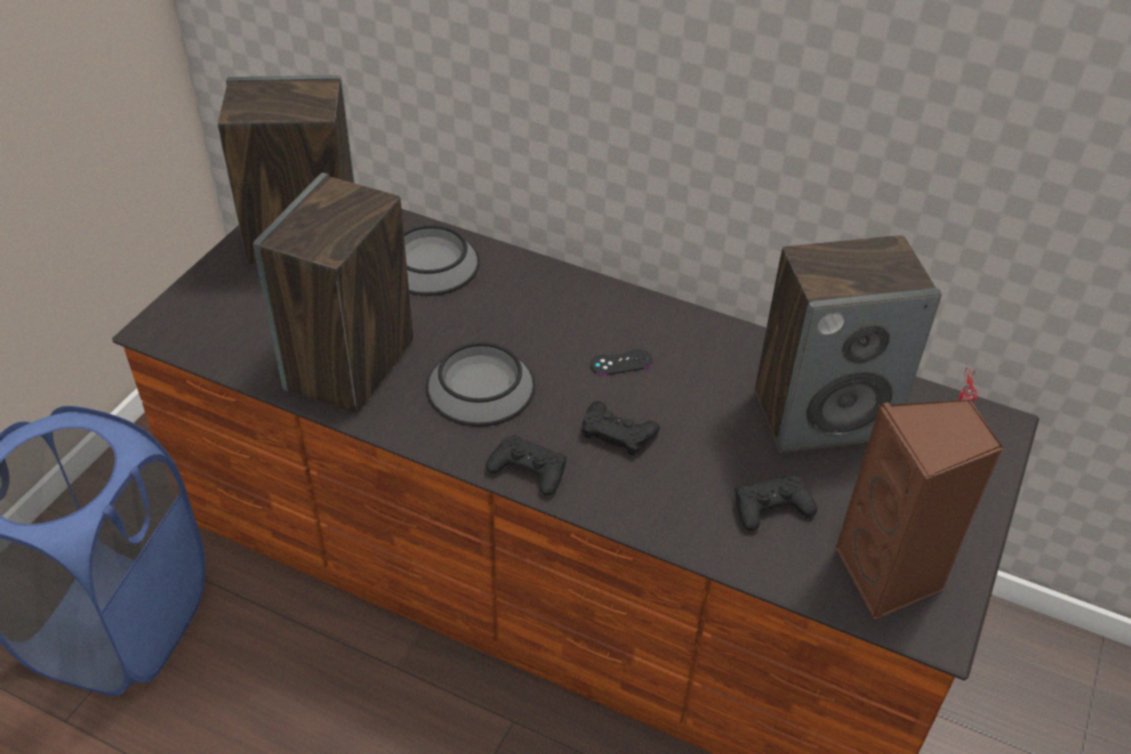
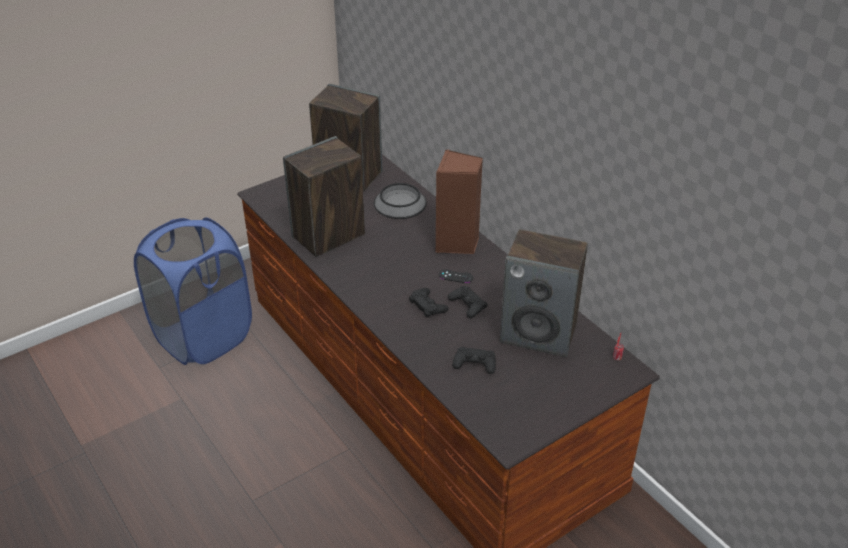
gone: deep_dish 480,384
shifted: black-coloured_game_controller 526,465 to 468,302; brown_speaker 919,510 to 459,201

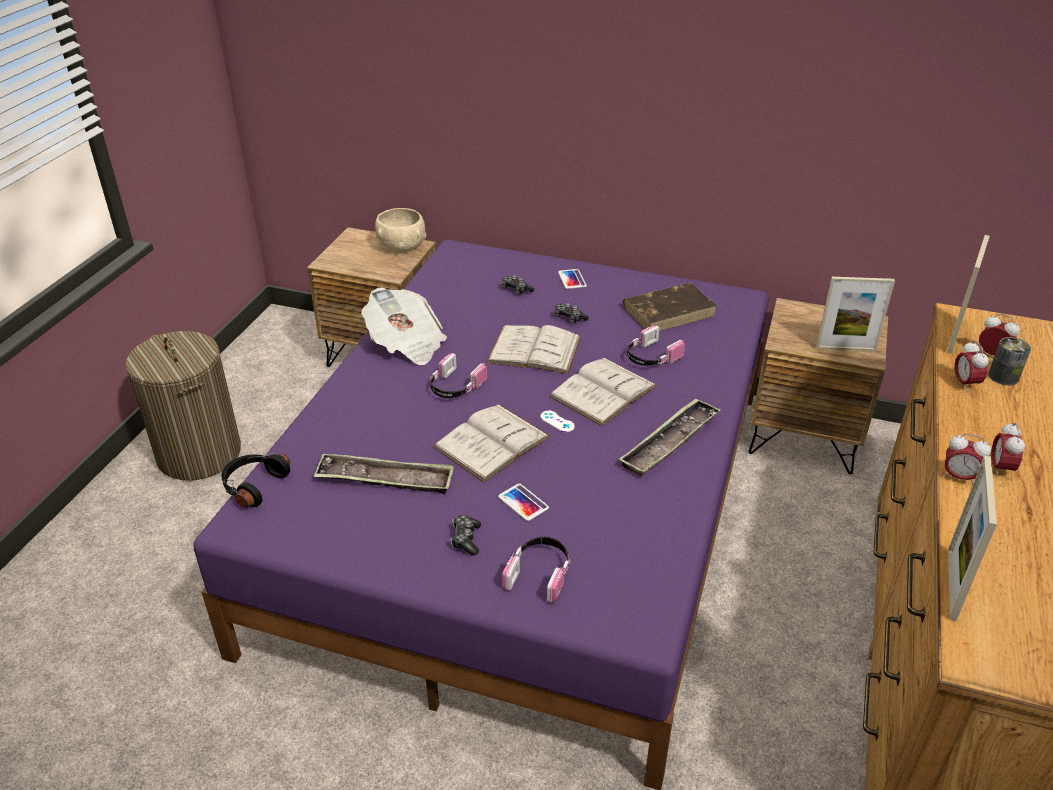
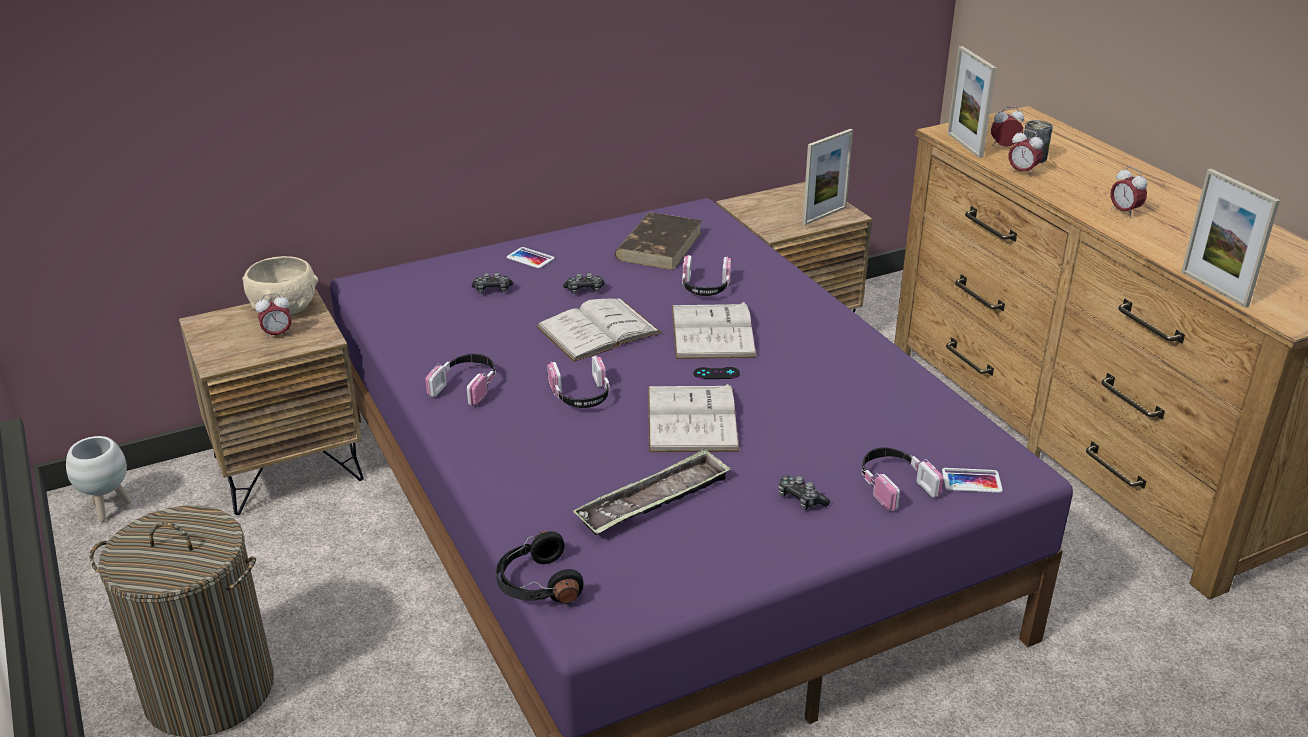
gone: serving_tray 669,437
new: white-coloured_planter 98,479
shifted: handset 523,502 to 972,480; alarm_clock 967,459 to 273,316
swapped: newspaper 404,326 to headset 460,380
repainted: white-coloured_game_controller 557,421 to black-coloured_game_controller 717,373

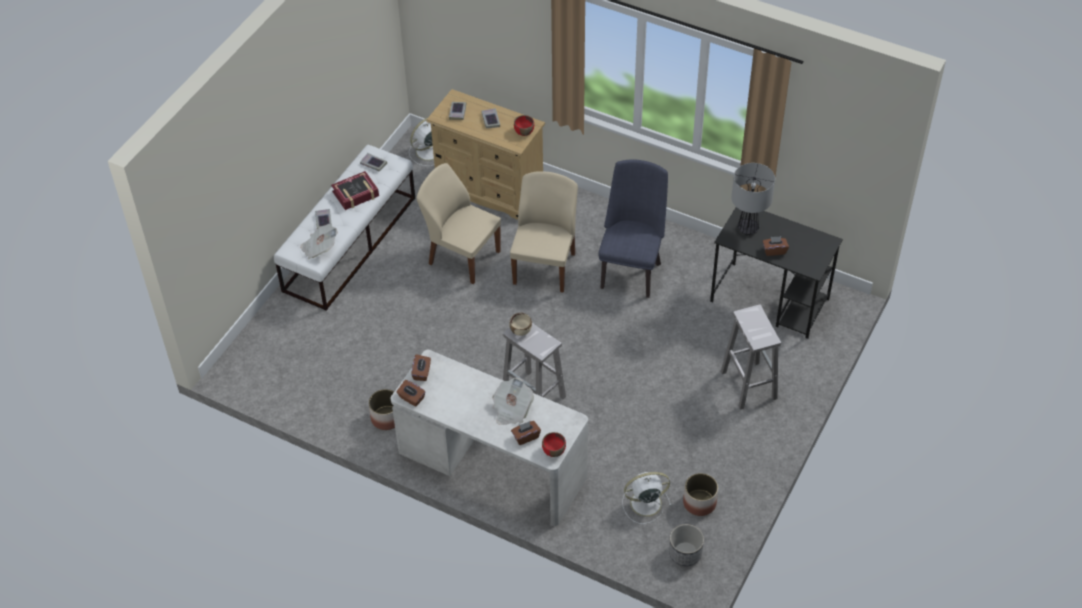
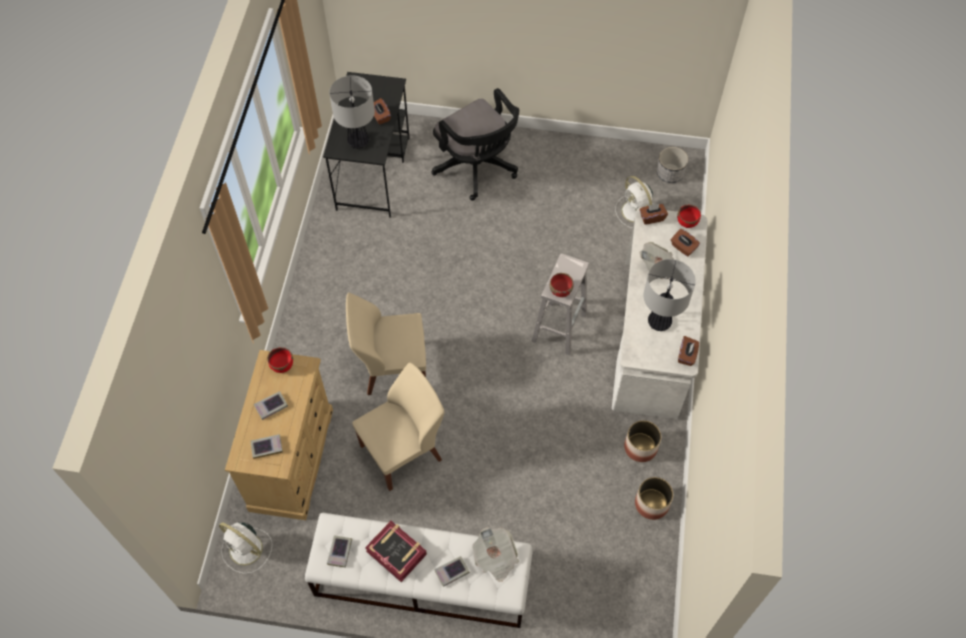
gone: blue-coloured_upright_chair 633,228
new: tabletop_lamp 669,295
shifted: brown_box_of_tissues 421,367 to 653,214; planter 700,494 to 654,498
swapped: white-coloured_stool_seat 751,356 to black-coloured_desk_chair 475,144
repainted: beige-coloured_deep_dish 520,324 to red_deep_dish 561,285
rotated: beige-coloured_upright_chair 459,223 = 398,426 135 degrees counterclockwise

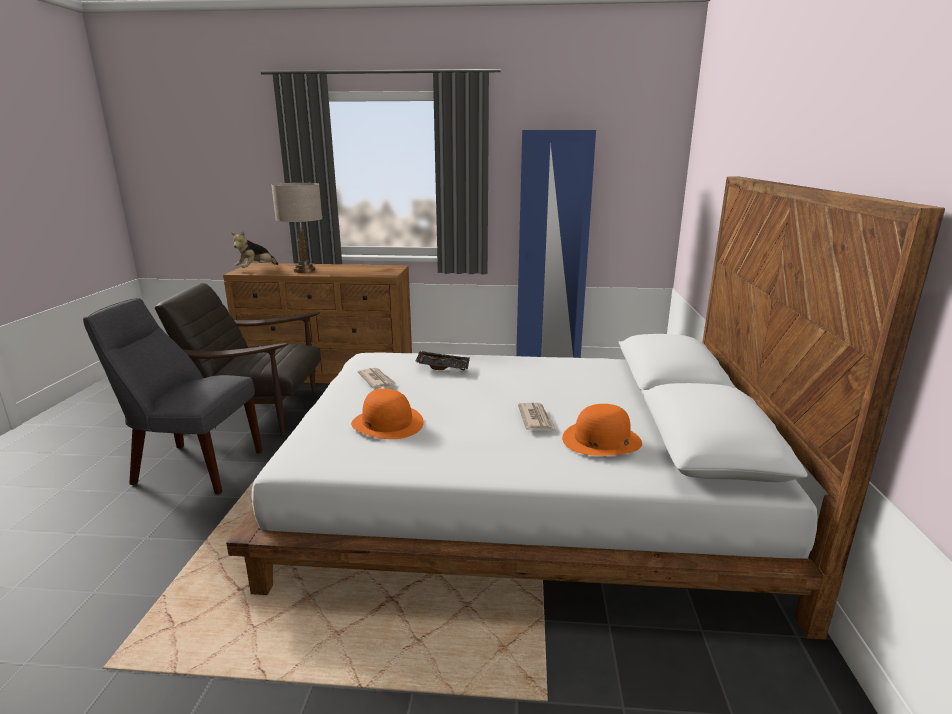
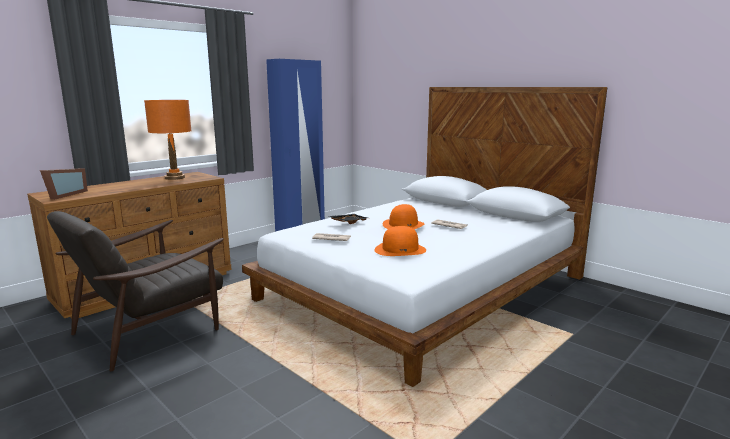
gone: greyish_upright_chair 173,396; beige-coloured_tabletop_lamp 297,228
new: orangey_tabletop_lamp 168,140
shifted: orangey_hat 602,430 to 403,216
swapped: plush_toy 254,249 to standing_frame 64,184

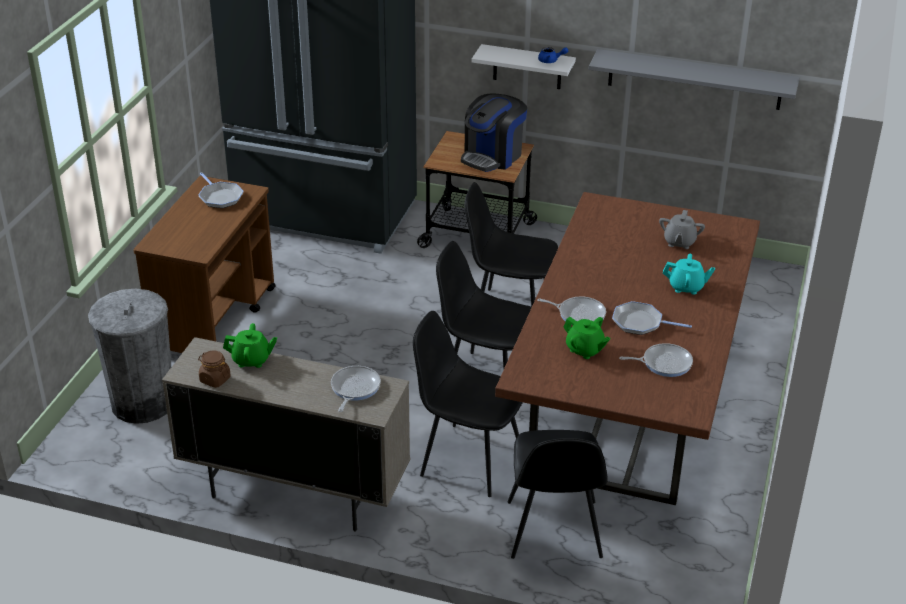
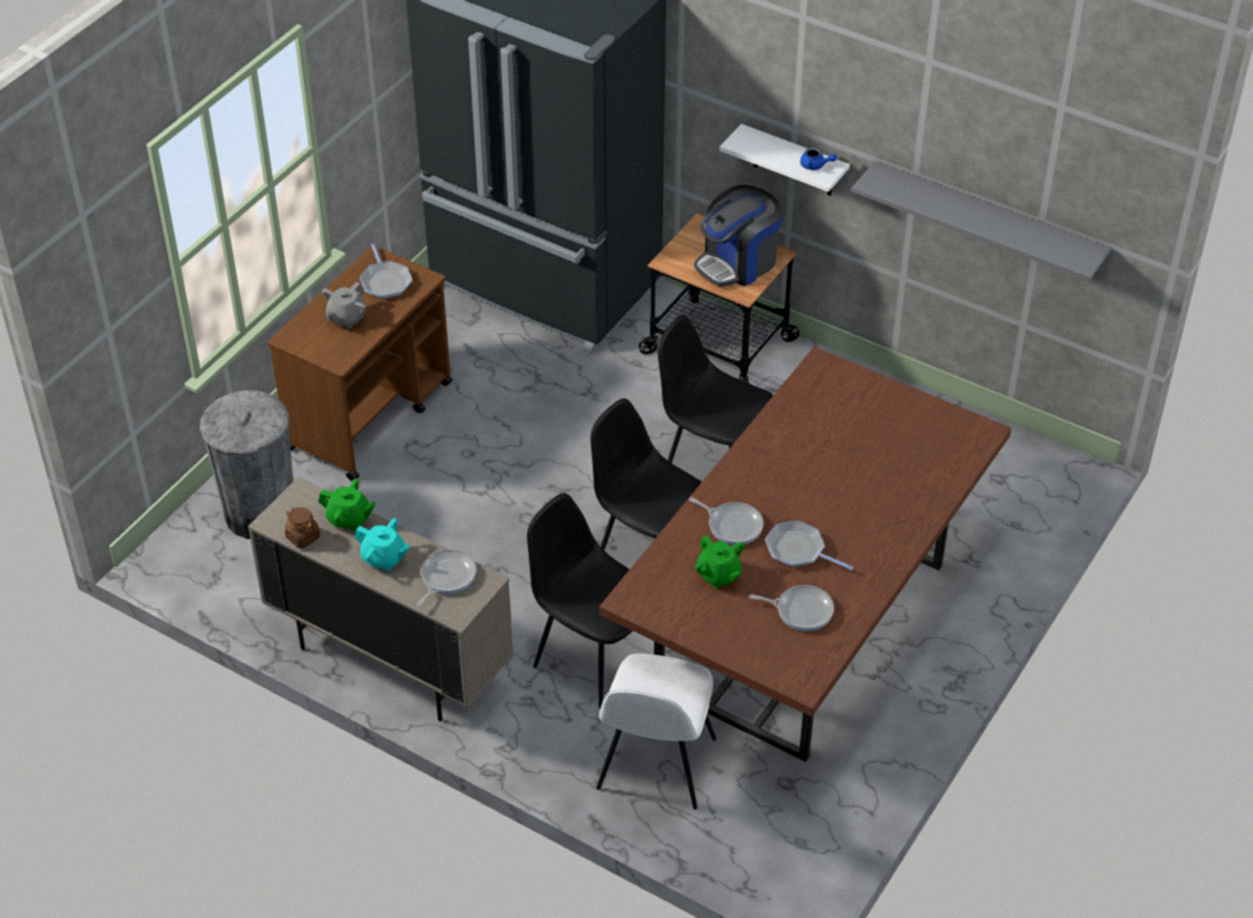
shifted: greyish_tea_pot 682,229 to 344,305; turquoise-coloured_tea_pot 689,274 to 383,544
repainted: black-coloured_upright_chair 557,494 to white-coloured_upright_chair 656,731

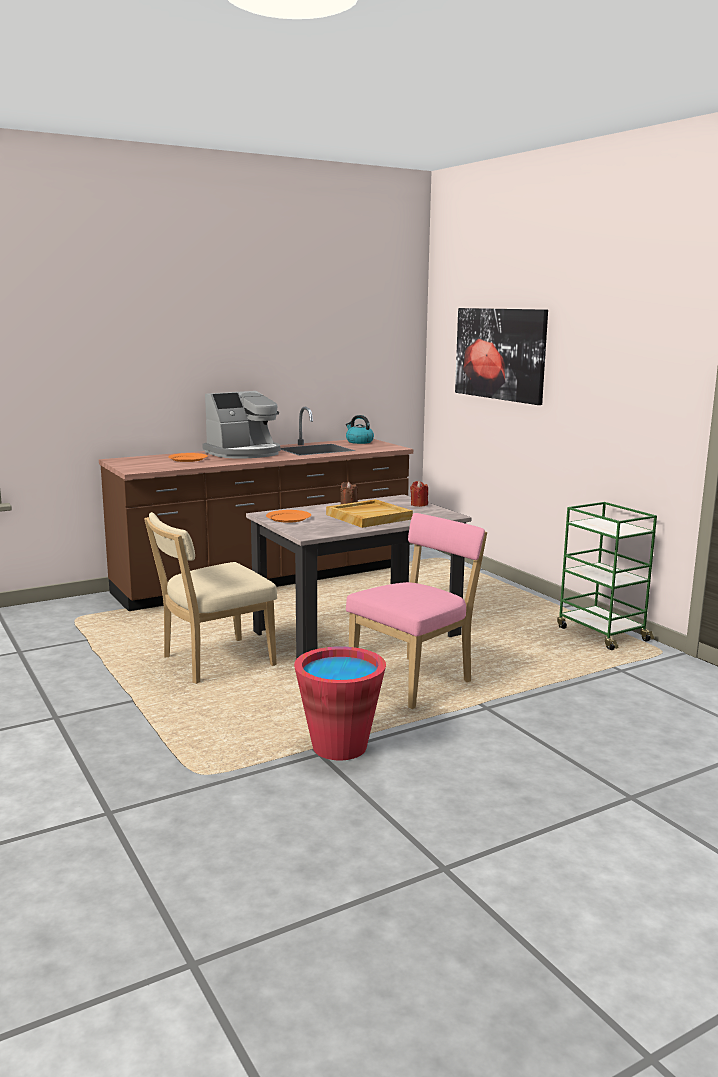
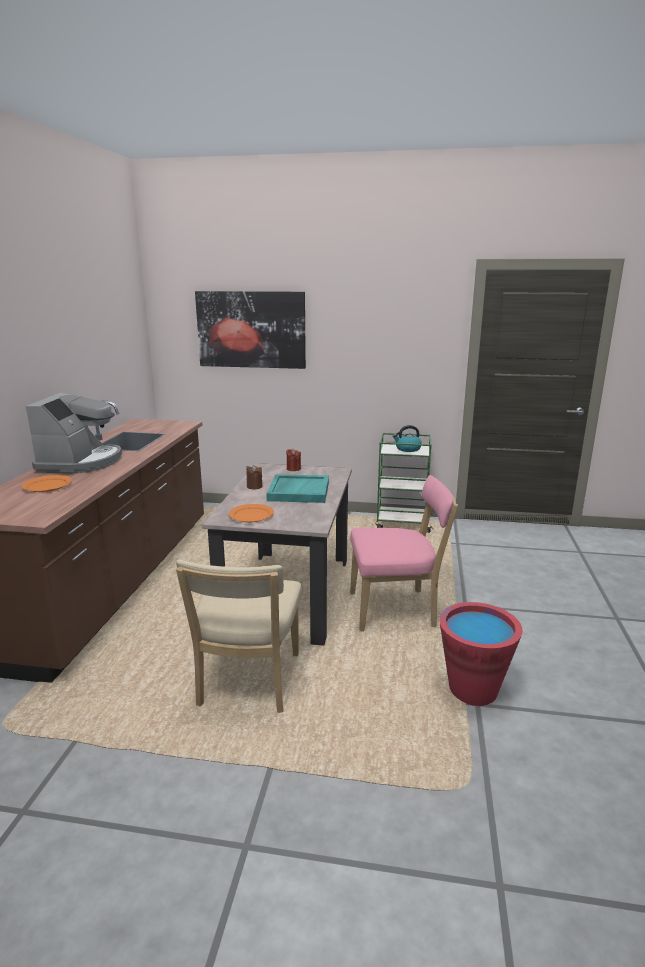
shifted: kettle 360,429 to 407,438
repainted: beige-coloured_serving_tray 369,513 to turquoise-coloured_serving_tray 297,488
rotated: pinkish_upright_chair 416,611 = 404,553 90 degrees clockwise

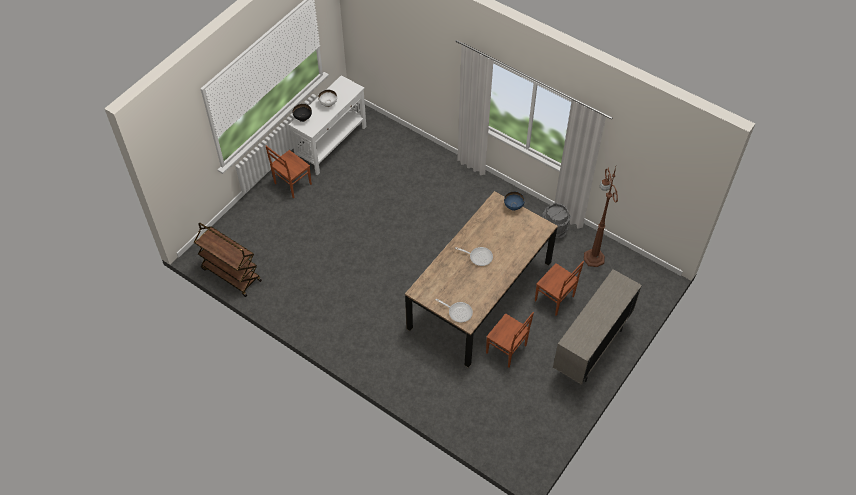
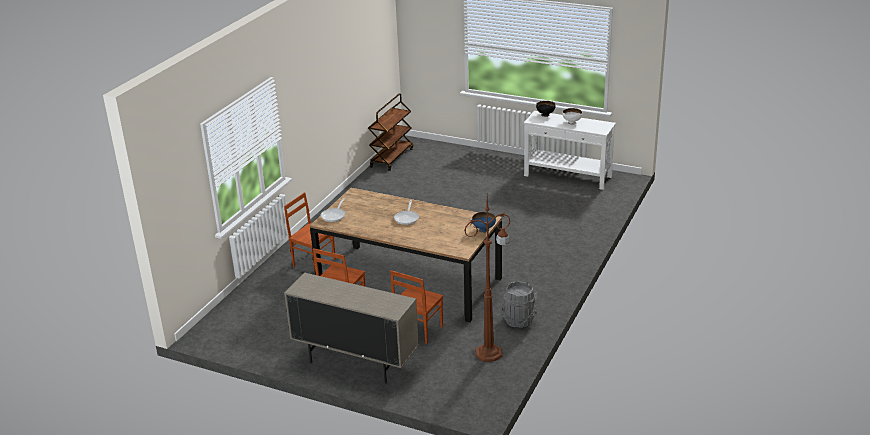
shifted: brown_upright_chair 289,172 to 310,232

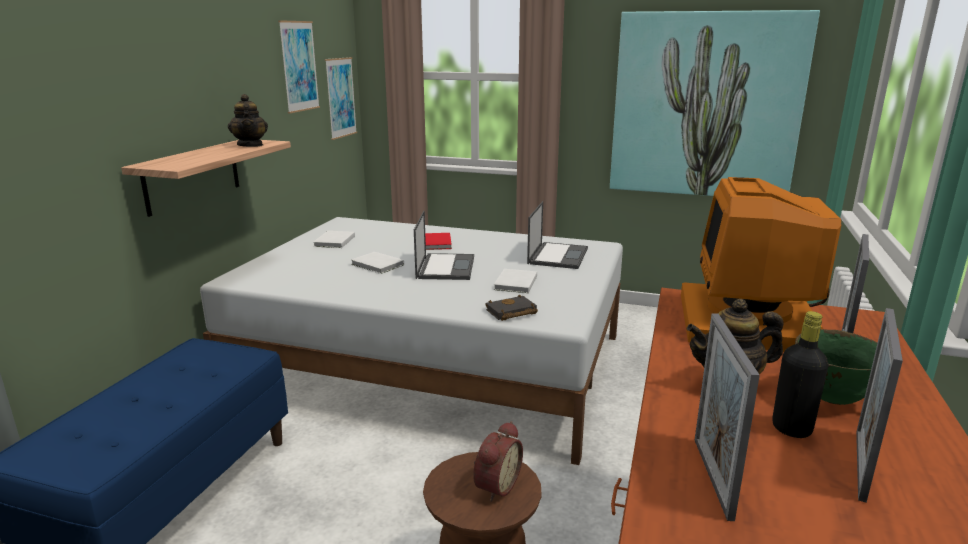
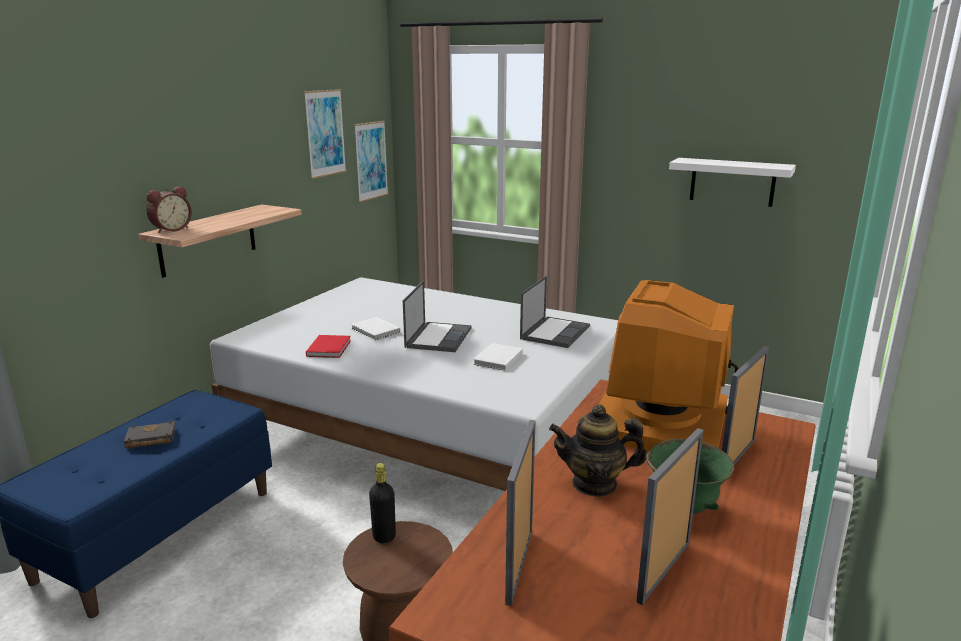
gone: tea_pot 248,120; white-coloured_book 334,239
shifted: red_book 438,241 to 328,346; alarm_clock 498,461 to 169,209; black-coloured_book 511,307 to 150,435; black-coloured_drink_bottle 801,374 to 382,503
swapped: wall_picture 715,103 to white-coloured_bracket_shelf 732,182

